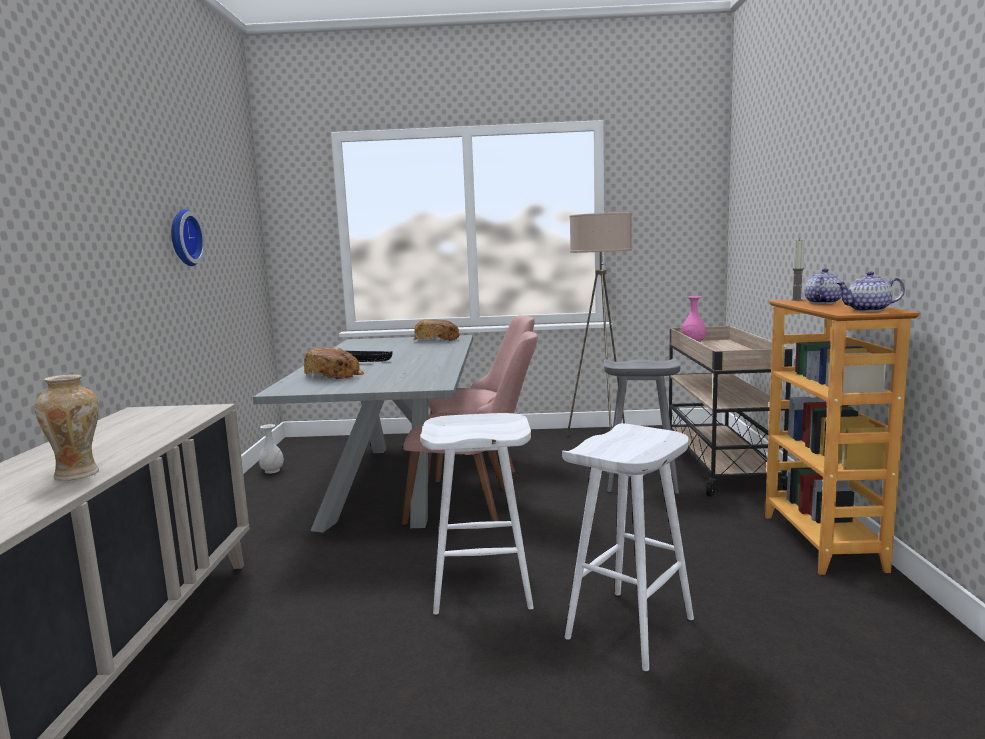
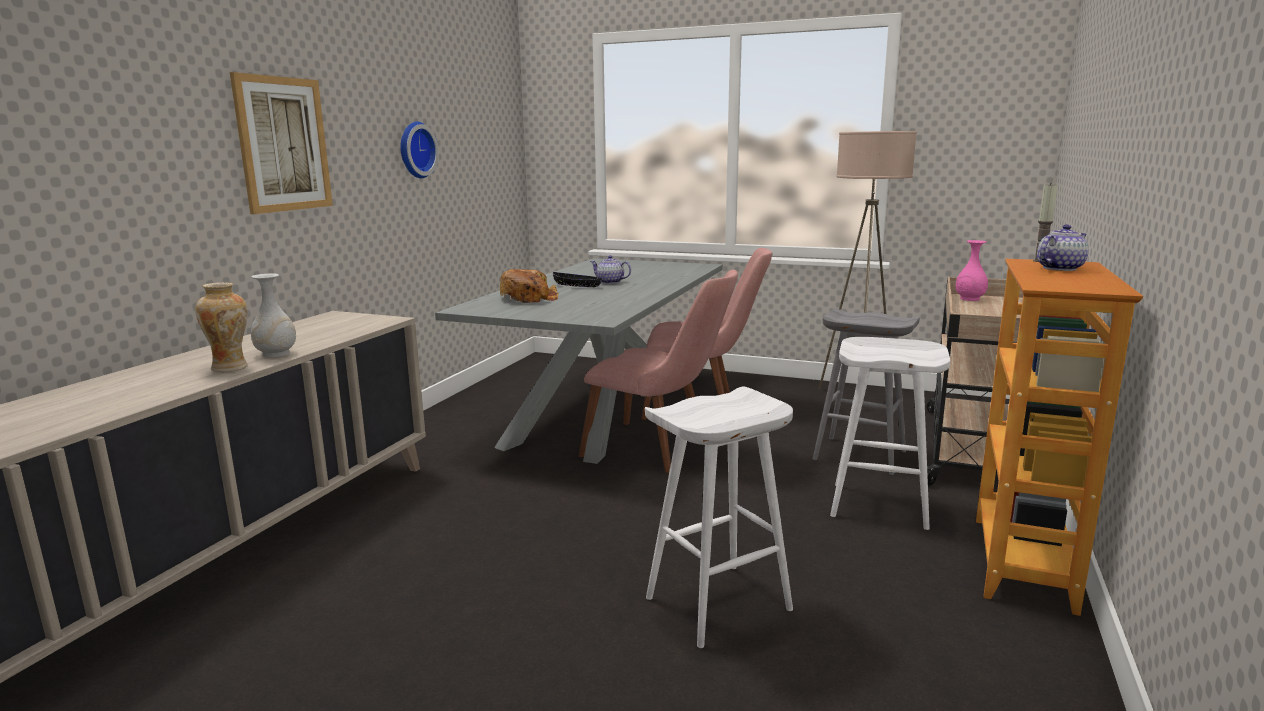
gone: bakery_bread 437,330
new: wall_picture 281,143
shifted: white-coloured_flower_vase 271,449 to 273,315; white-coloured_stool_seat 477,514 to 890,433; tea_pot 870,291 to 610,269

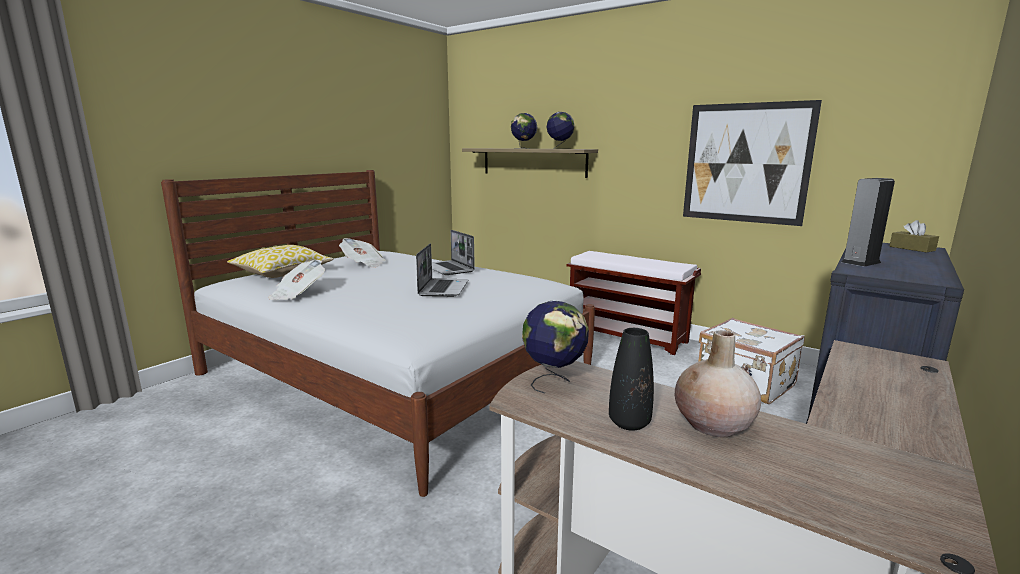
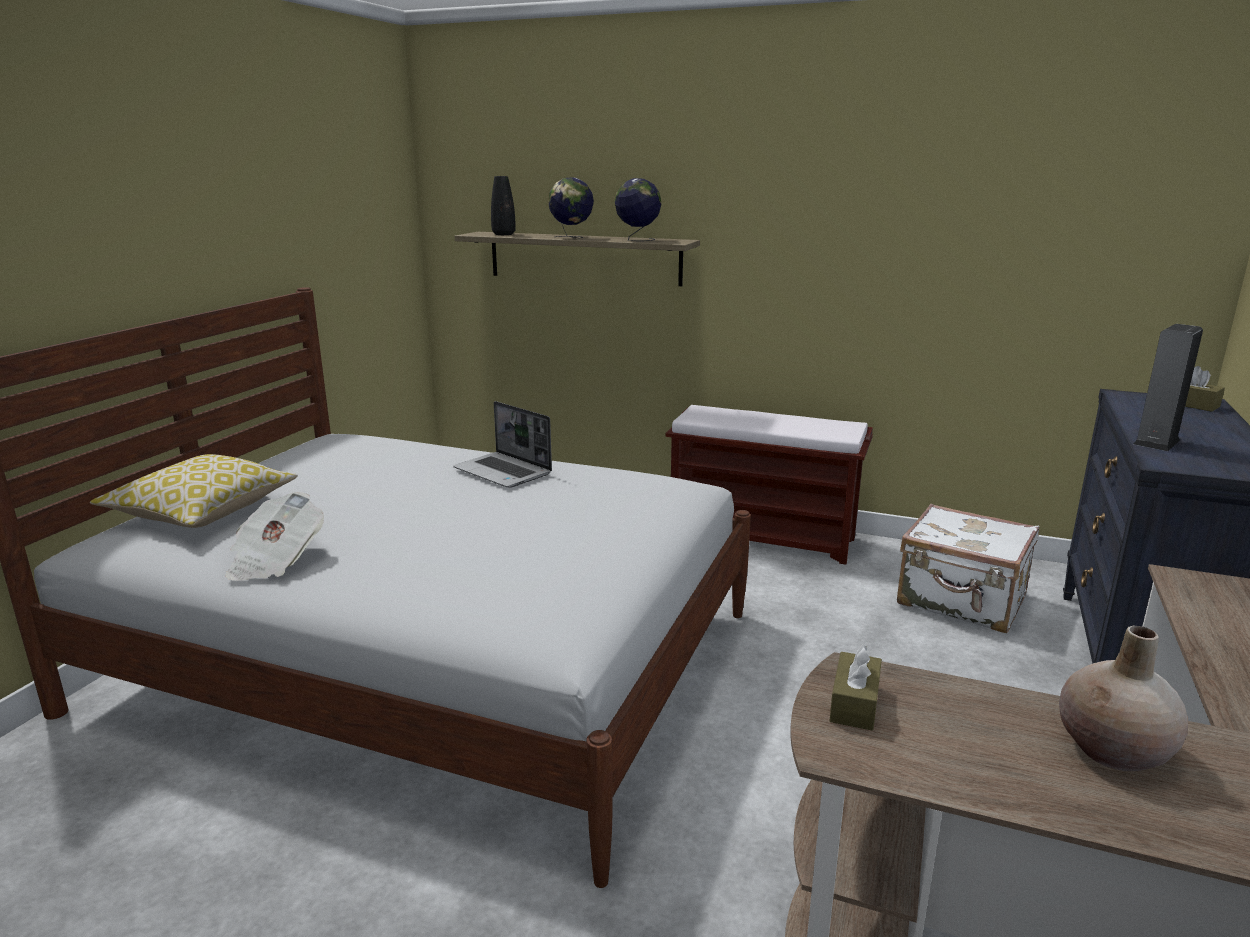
gone: newspaper 362,253; notebook_computer 442,270; wall_picture 752,163
shifted: black-coloured_flower_vase 631,379 to 503,205
swapped: desk_globe 555,347 to brown_box_of_tissues 856,687

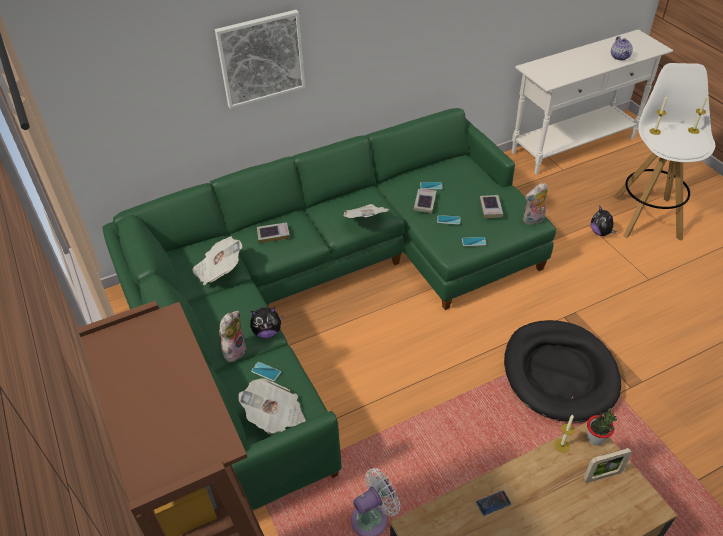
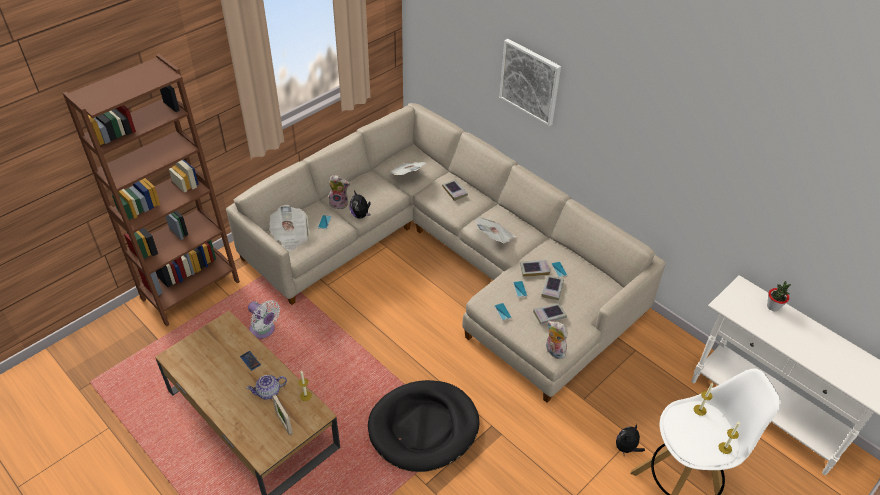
new: book 552,287
shifted: houseplant 602,426 to 779,296; tea_pot 622,48 to 266,387
repainted: green-coloured_couch 329,309 to beige-coloured_couch 446,253

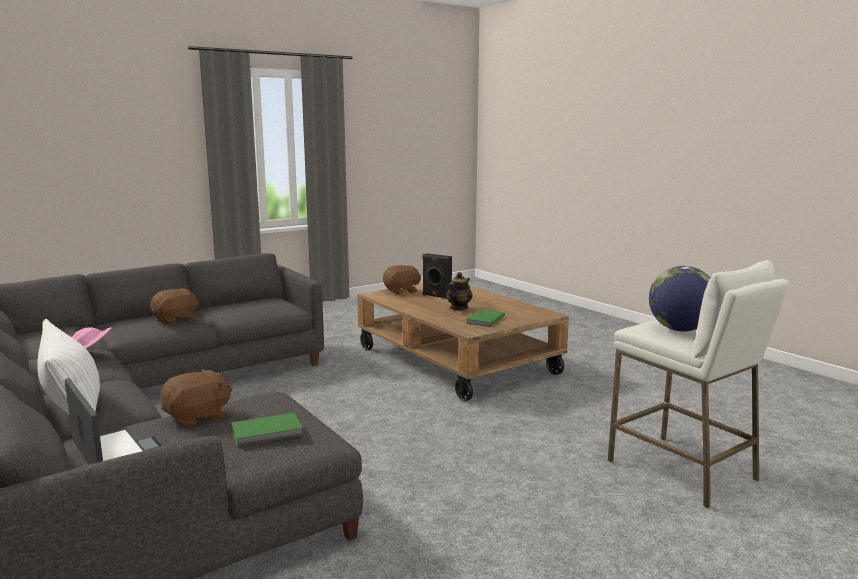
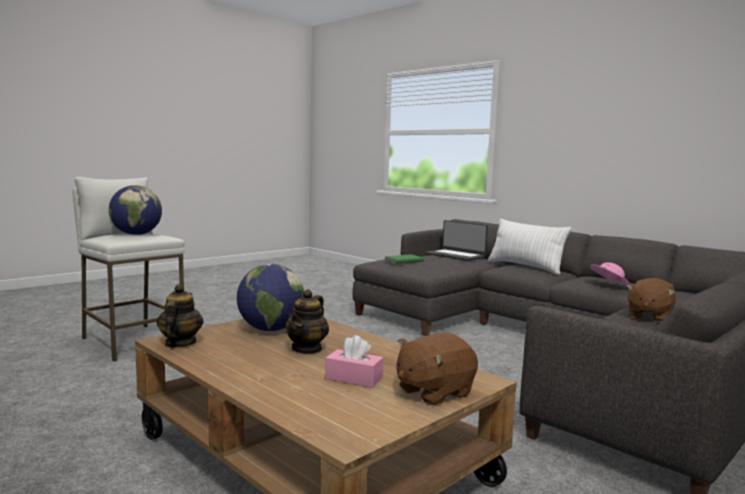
gone: brown_plush_toy 196,398
new: tea_pot 180,316
swapped: black-coloured_speaker 437,276 to pinkish_box_of_tissues 354,361; green-coloured_book 485,318 to desk_globe 270,297

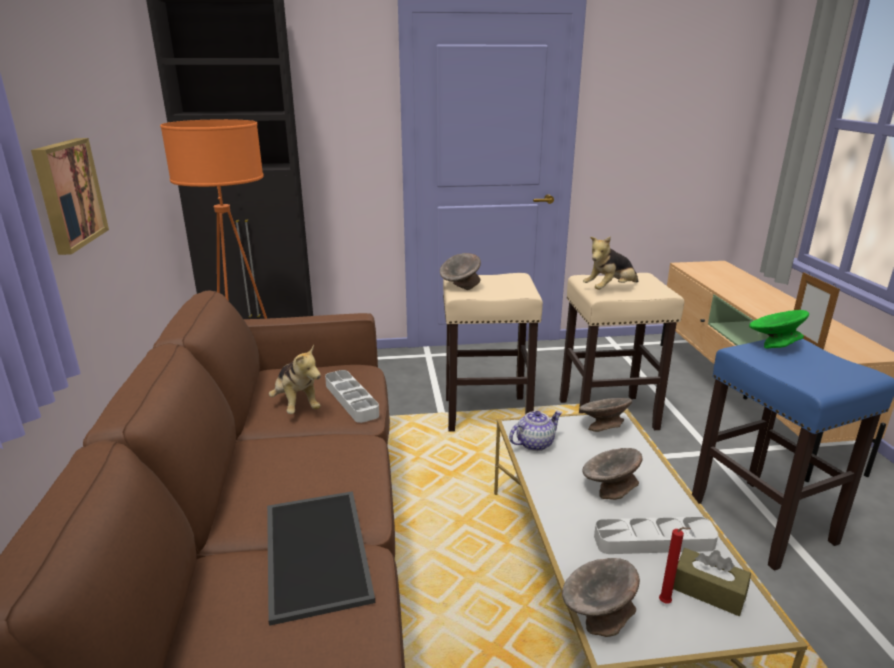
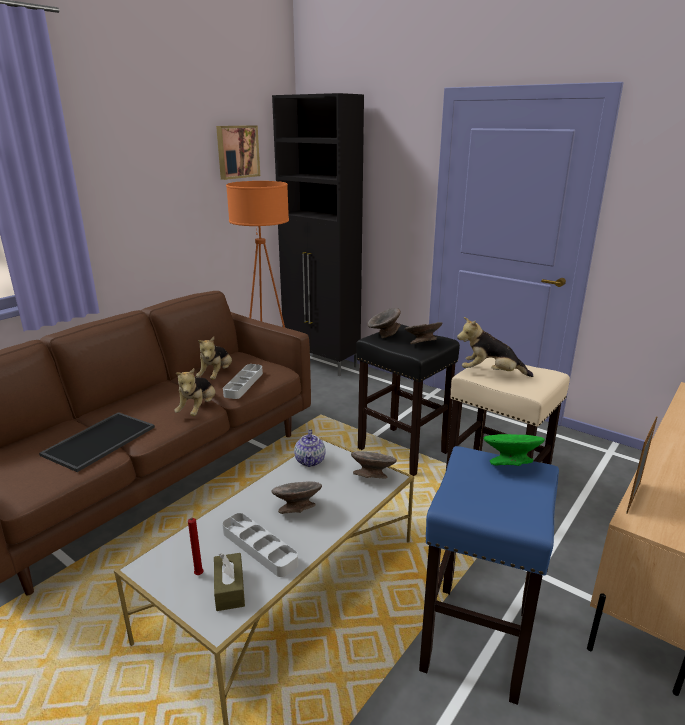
new: plush_toy 195,392
shifted: wall_picture 70,196 to 238,152; greyish_deep_dish 601,597 to 423,333
repainted: beige-coloured_stool_seat 493,352 to black-coloured_stool_seat 408,400
rotated: tea_pot 535,431 = 309,448 75 degrees clockwise

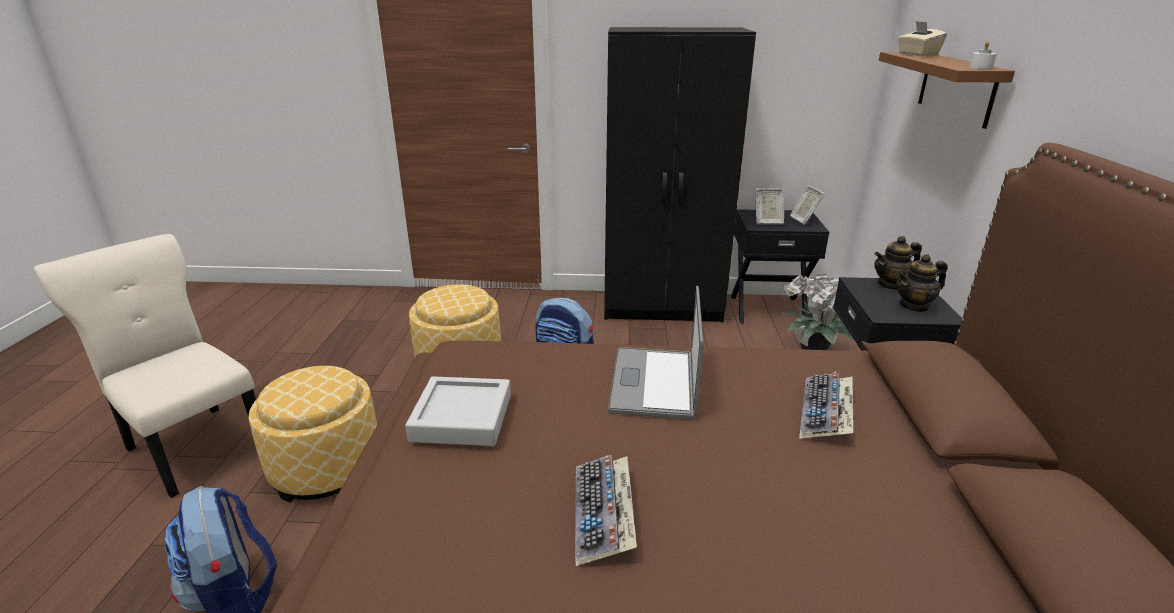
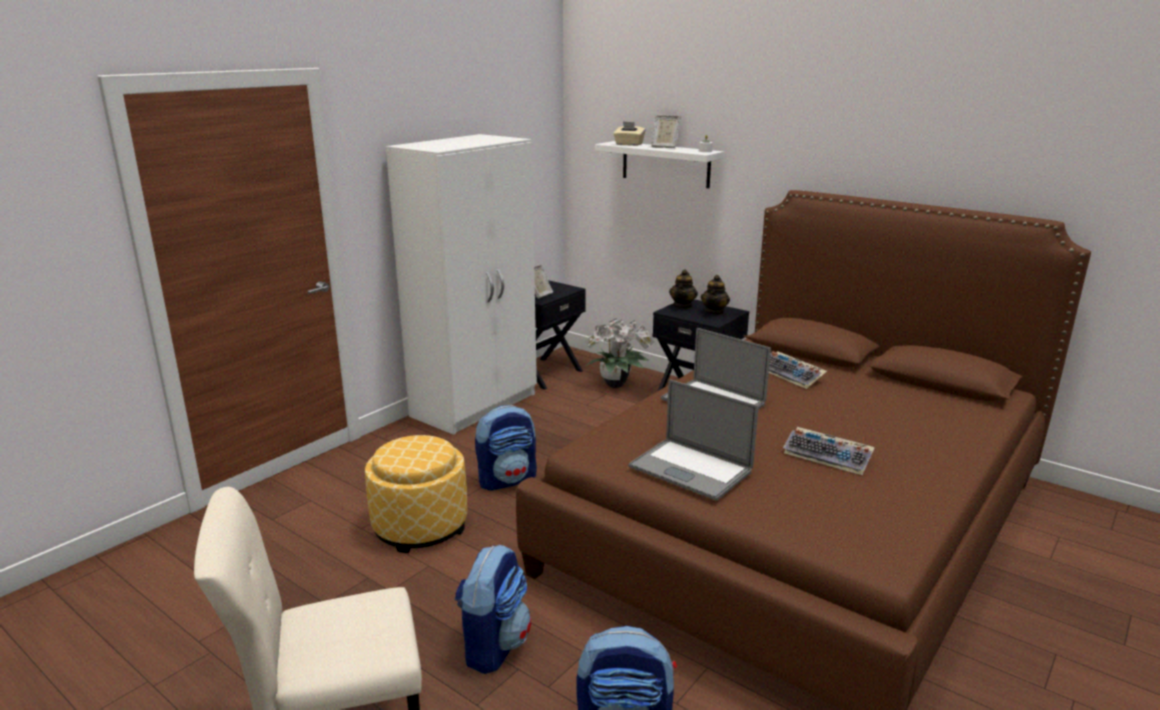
shifted: standing_frame 807,205 to 666,131
swapped: footrest 313,434 to rucksack 492,609; greyish_serving_tray 458,411 to notebook_computer 693,440
repainted: black-coloured_armoire 680,174 to white-coloured_armoire 461,284; brown_bracket_shelf 947,90 to white-coloured_bracket_shelf 659,164

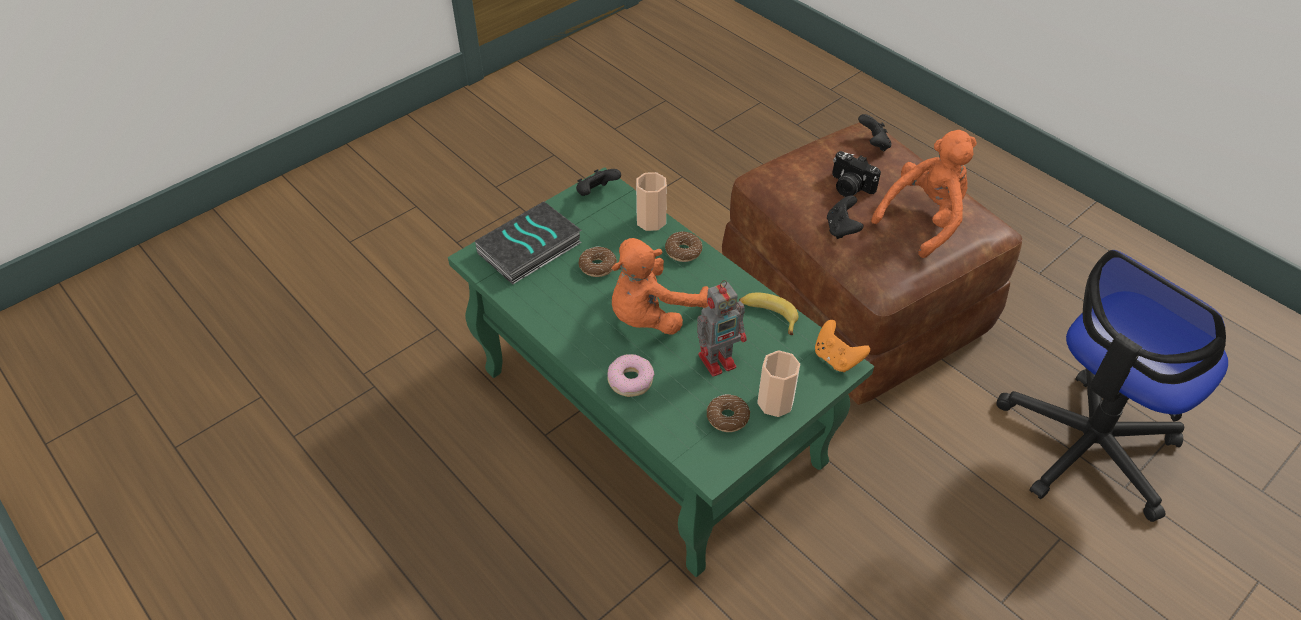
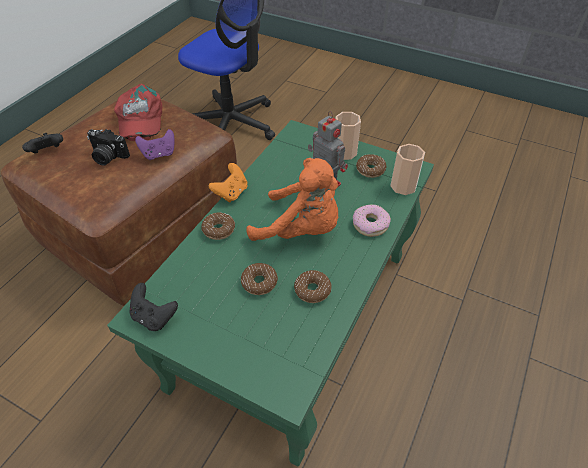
gone: book 528,243; banana 769,314
new: ring_doughnut 312,286
shifted: drinking_cup 651,201 to 407,169; orangey_game_controller 842,346 to 228,183
swapped: orangey_plush_toy 924,194 to red_cap 138,112
repainted: black-coloured_game_controller 845,217 to purple-coloured_game_controller 155,144
rotated: still_camera 856,174 = 108,147 90 degrees clockwise

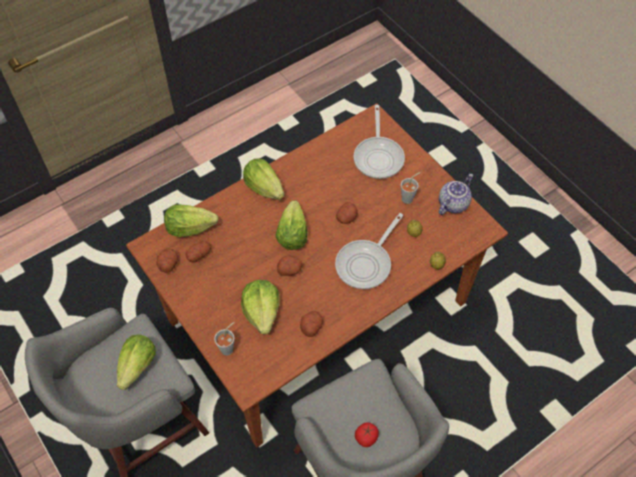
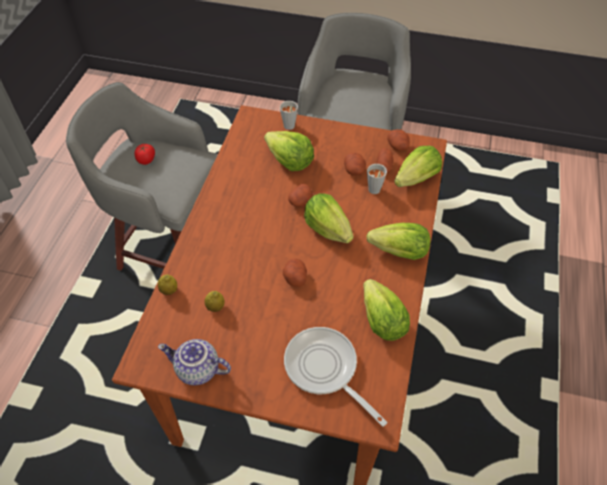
gone: skillet 369,251
shifted: lettuce_head 136,362 to 386,310; potato 311,324 to 355,164; greyish_drinking_cup 410,188 to 377,179
rotated: tea_pot 456,194 = 194,362 105 degrees clockwise

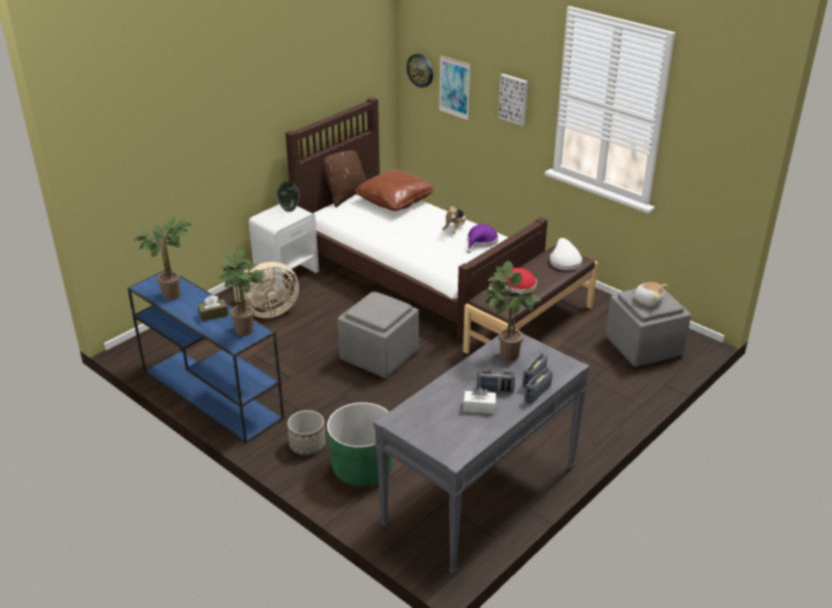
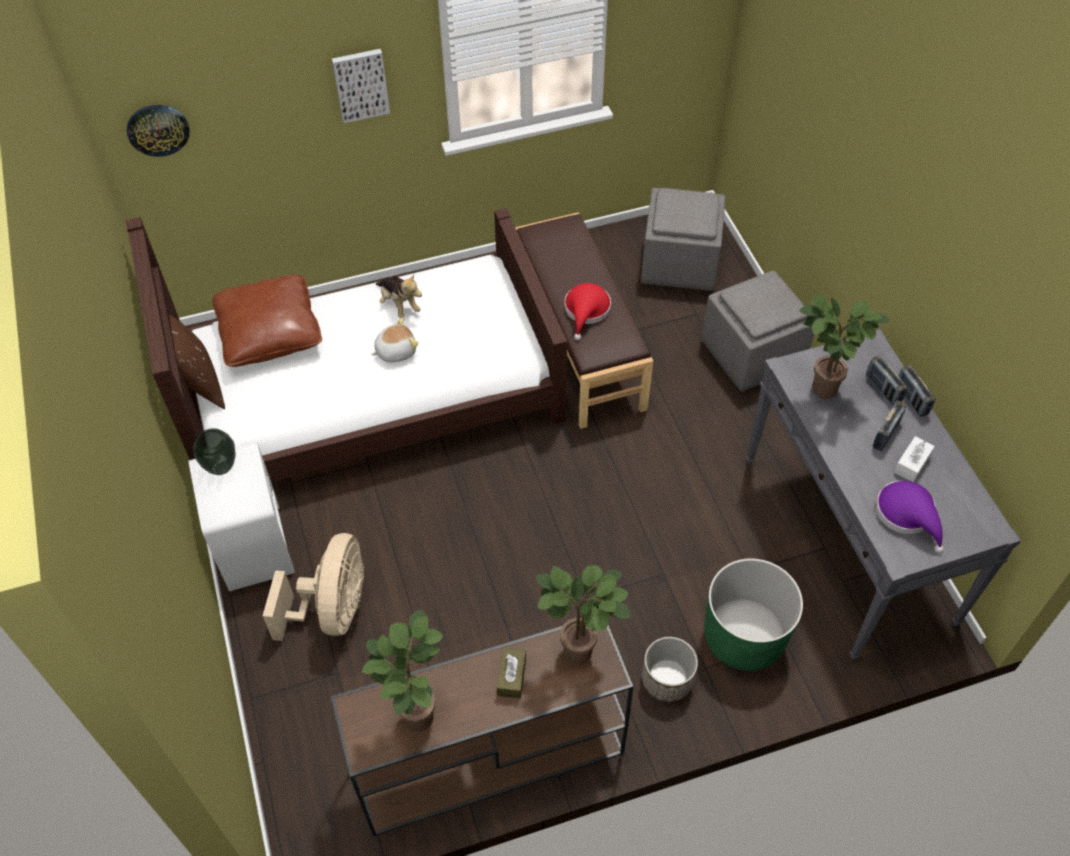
gone: wall_picture 454,88; white-coloured_hat 566,254
shifted: greyish_footrest 378,335 to 757,331; purple-coloured_hat 482,238 to 909,517; plush_toy 650,294 to 395,339
repainted: blue-coloured_console_table 206,356 to brown_console_table 482,730

